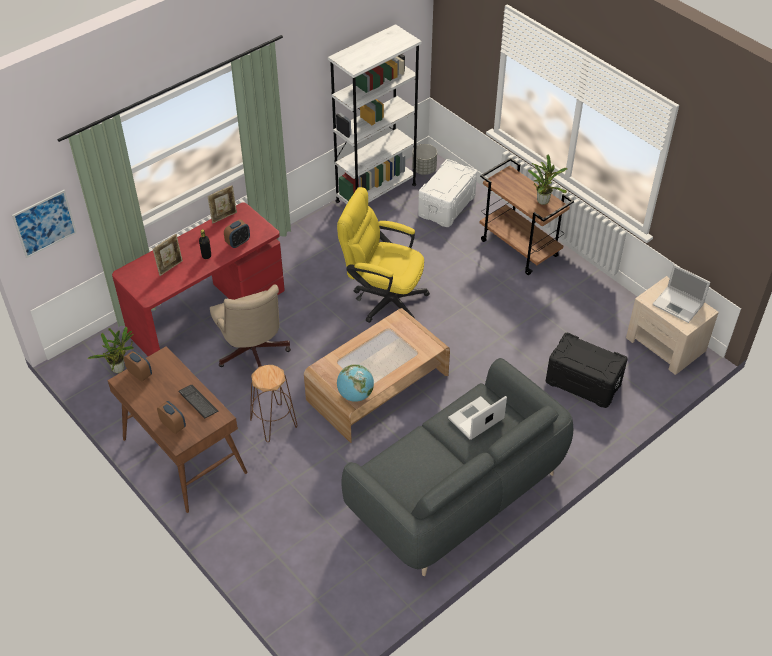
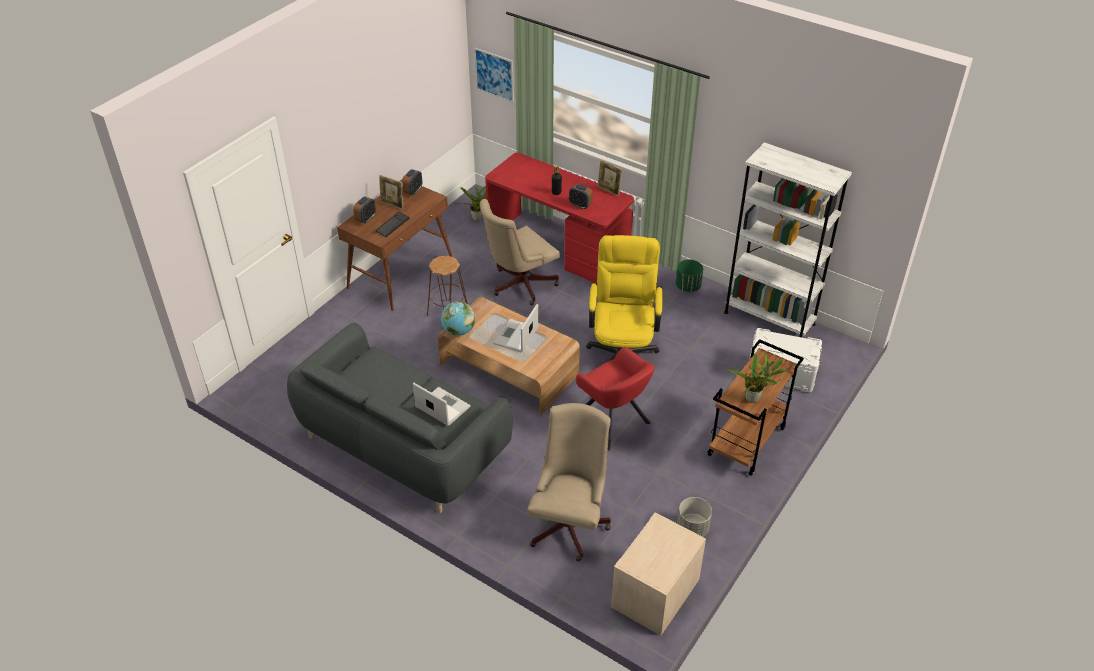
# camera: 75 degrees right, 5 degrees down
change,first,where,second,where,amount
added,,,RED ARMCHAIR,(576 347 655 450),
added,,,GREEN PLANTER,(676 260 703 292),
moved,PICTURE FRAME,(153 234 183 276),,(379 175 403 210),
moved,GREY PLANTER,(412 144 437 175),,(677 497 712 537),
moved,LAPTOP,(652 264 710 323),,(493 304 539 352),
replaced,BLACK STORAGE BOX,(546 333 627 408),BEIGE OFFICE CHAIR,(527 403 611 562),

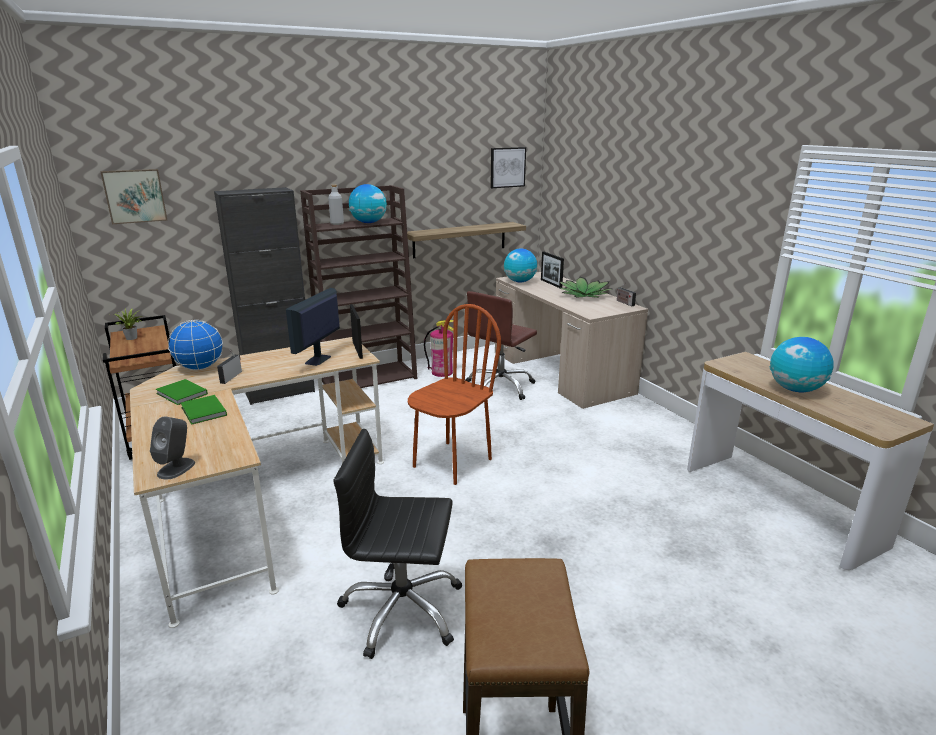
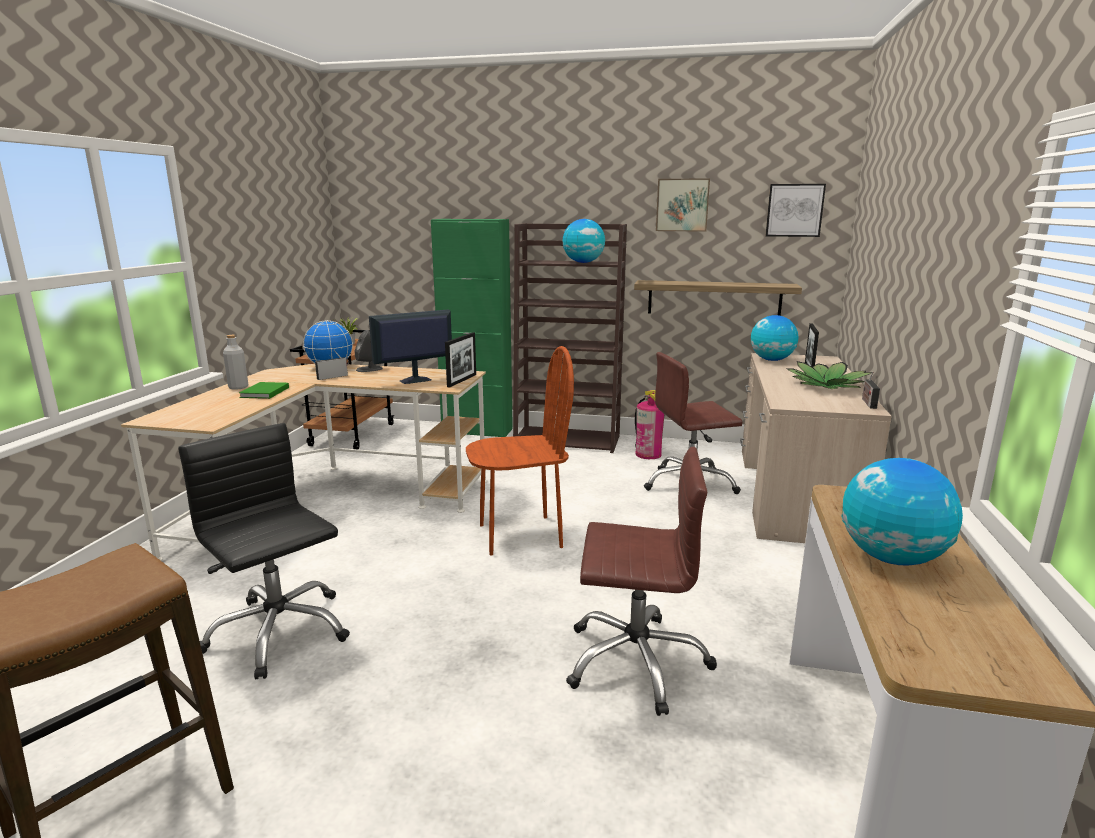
# camera: 40 degrees right, 5 degrees down
change,first,where,second,where,amount
removed,GREEN BOOK,(155 379 208 405),,,
added,,,BROWN OFFICE CHAIR,(566 447 717 716),
moved,PICTURE,(100 169 168 224),,(656 178 710 232),
moved,GREY SPEAKER,(150 417 195 479),,(355 330 383 372),
moved,GREY BOTTLE,(328 185 344 225),,(223 335 248 390),
recoloured,BLACK CABINET,(214 187 315 405),GREEN CABINET,(431 219 513 437),

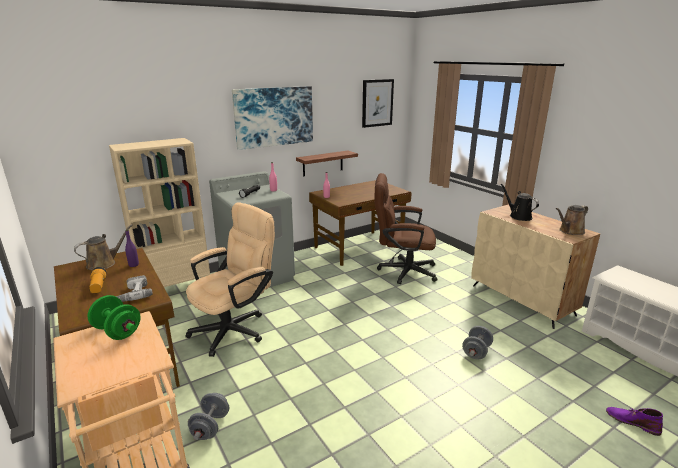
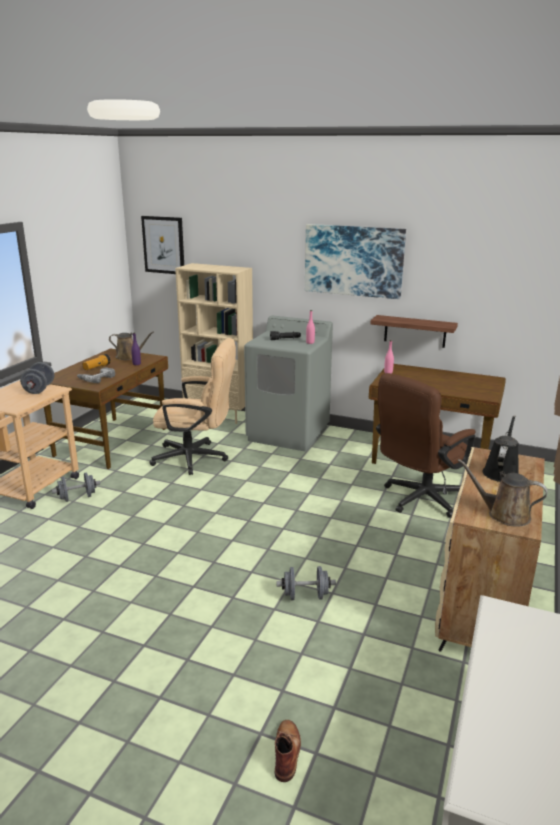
# camera: 55 degrees right, 0 degrees up
change,first,where,second,where,amount
moved,PICTURE,(362 79 394 128),,(141 216 184 274),
recoloured,GREEN DUMBBELL,(88 295 141 340),GREY DUMBBELL,(20 362 54 394),
recoloured,PURPLE BOOT,(606 407 663 436),BROWN BOOT,(275 720 301 782),
turned,BROWN OFFICE CHAIR,(375 173 438 284),,(376 373 475 518),105 degrees counterclockwise

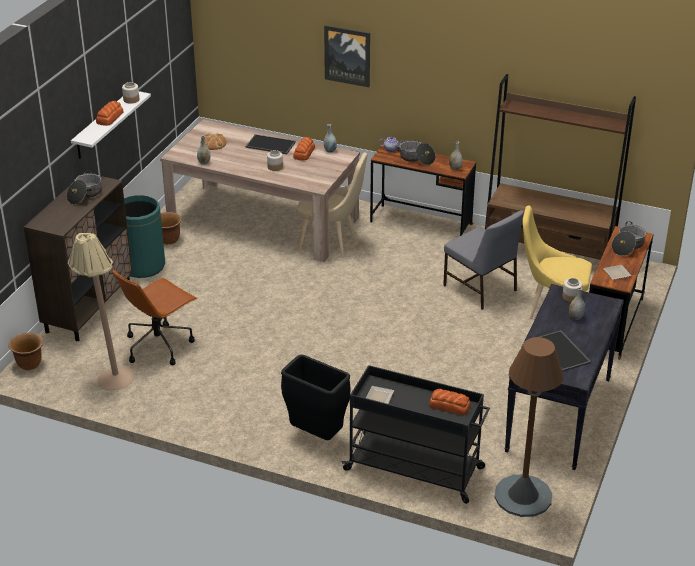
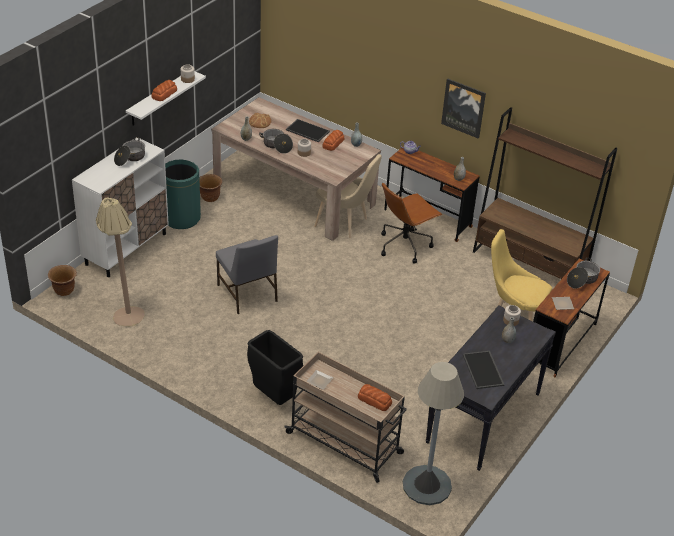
# camera: 10 degrees right, 5 degrees up
change,first,where,second,where,amount
moved,BROWN OFFICE CHAIR,(112 270 197 365),,(381 182 442 264),
moved,PICTURE,(324 25 370 87),,(441 78 486 139),
moved,COOKING POT,(395 140 436 165),,(259 129 293 154),
moved,GREY CHAIR,(443 210 524 310),,(216 235 278 314),
recoloured,BROWN CABINET,(24 172 133 341),WHITE CABINET,(72 138 169 277),
recoloured,BLACK CART,(341 365 490 504),BEIGE CART,(285 352 407 483),
recoloured,BROWN FLOOR LAMP,(494 337 564 517),GREY FLOOR LAMP,(403 362 464 505),

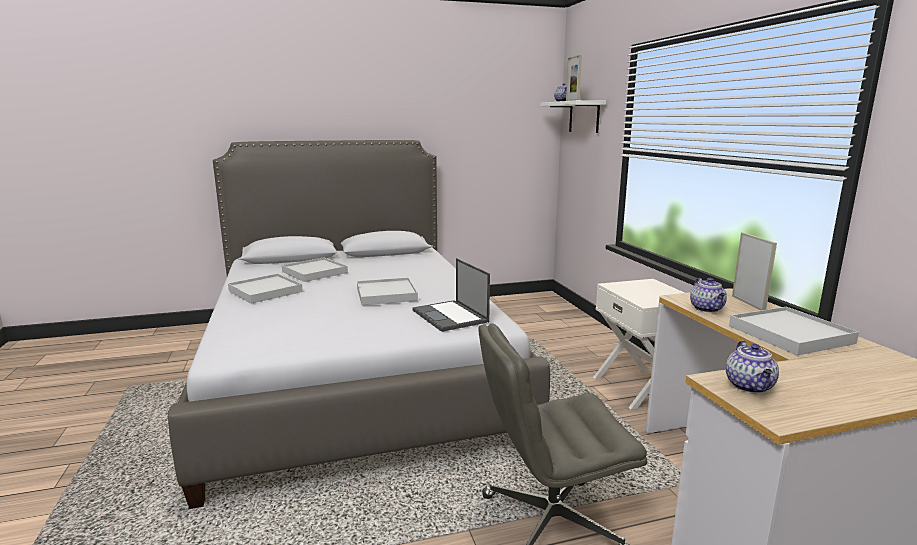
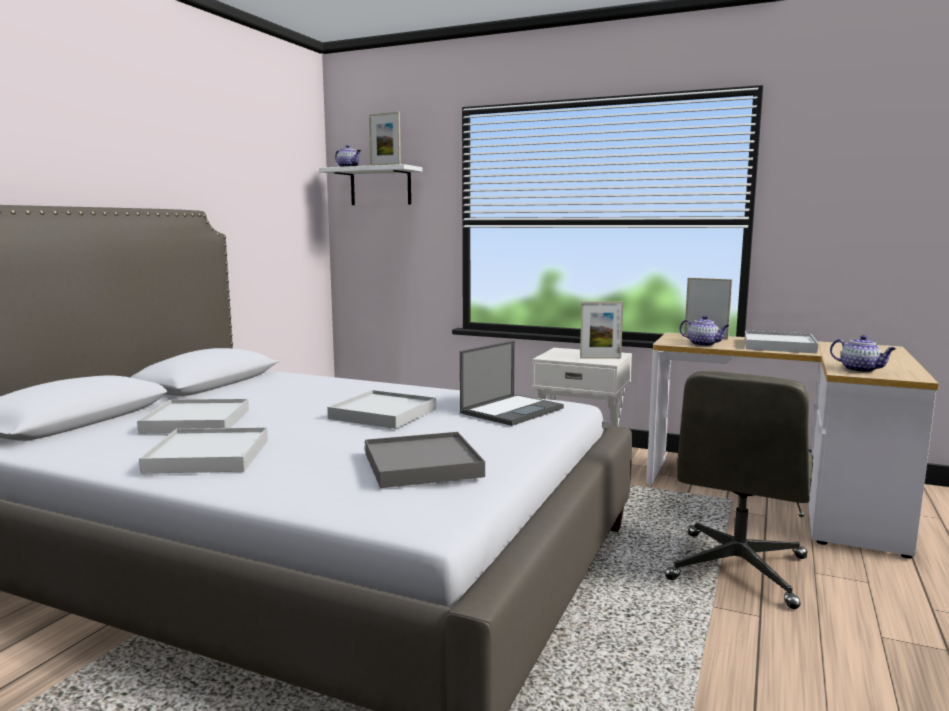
# camera: 50 degrees left, 5 degrees down
change,first,where,second,where,amount
added,,,GREY TRAY,(365 432 485 488),
added,,,PICTURE FRAME,(580 301 623 359),
turned,LAPTOP,(413 258 490 332),,(460 341 564 426),60 degrees counterclockwise

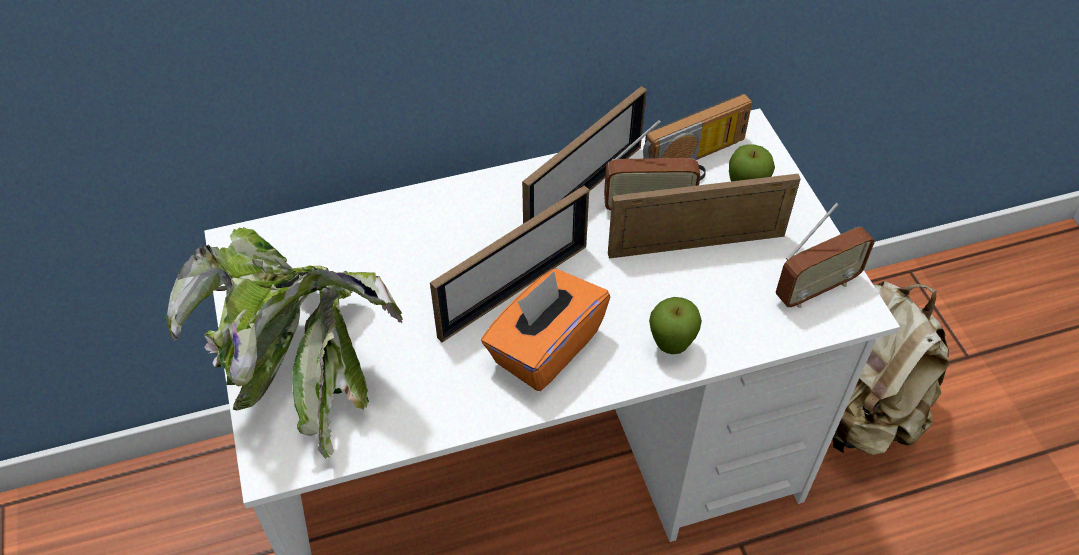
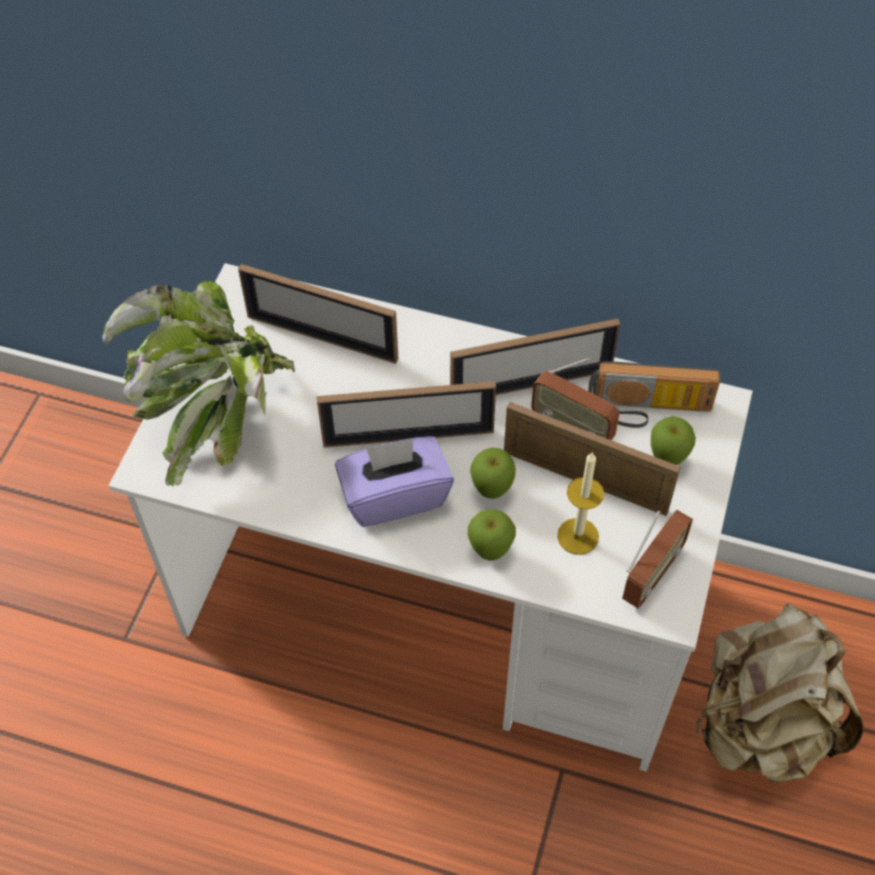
# camera: 35 degrees right, 5 degrees up
change,first,where,second,where,amount
added,,,PICTURE FRAME,(238 264 398 364),
added,,,APPLE,(470 448 516 499),
added,,,CANDLE,(557 452 604 555),
recoloured,ORANGE TISSUE BOX,(481 268 610 391),PURPLE TISSUE BOX,(335 436 454 527),
turned,RADIO,(776 203 875 308),,(622 510 693 609),60 degrees counterclockwise

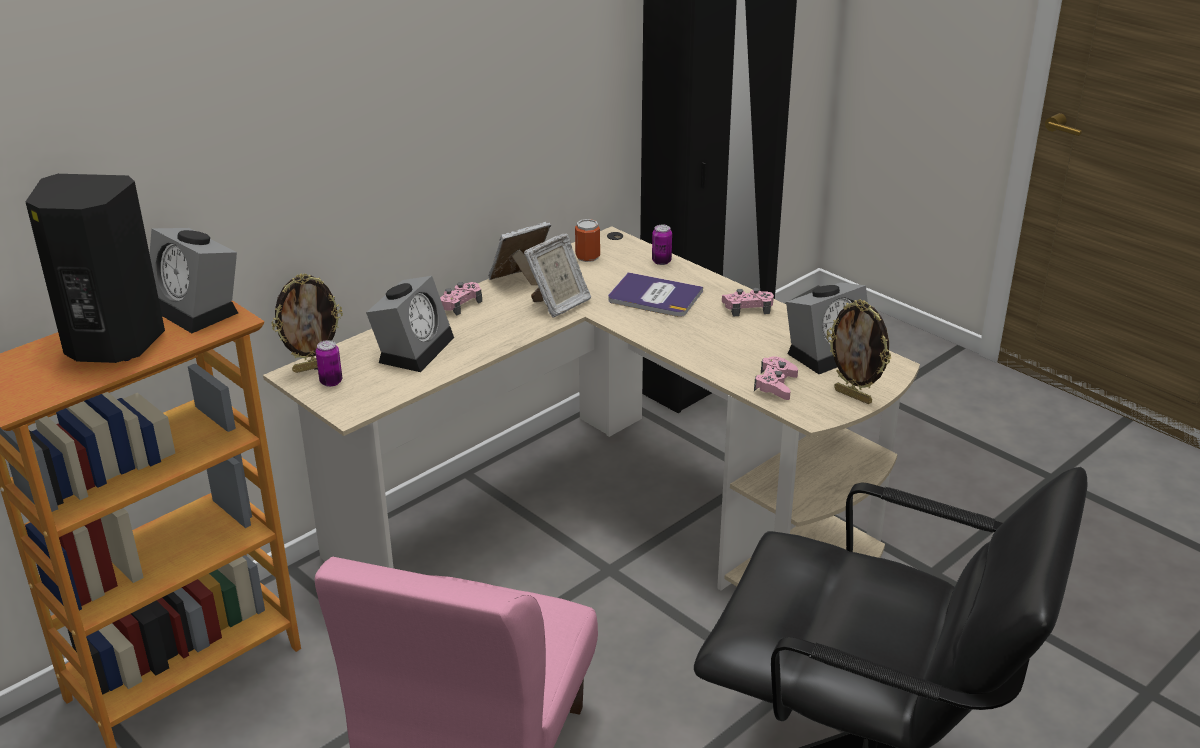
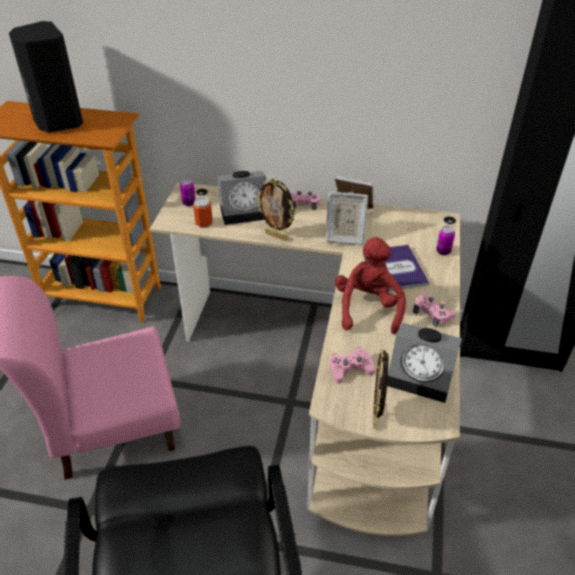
# camera: 55 degrees right, 10 degrees up
change,first,where,second,where,amount
removed,ALARM CLOCK,(150 228 238 333),,,
added,,,RED PLUSH TOY,(335 237 406 334),
moved,PICTURE FRAME,(271 273 343 373),,(256 178 296 241),
moved,CAN,(575 219 600 262),,(193 197 213 228),

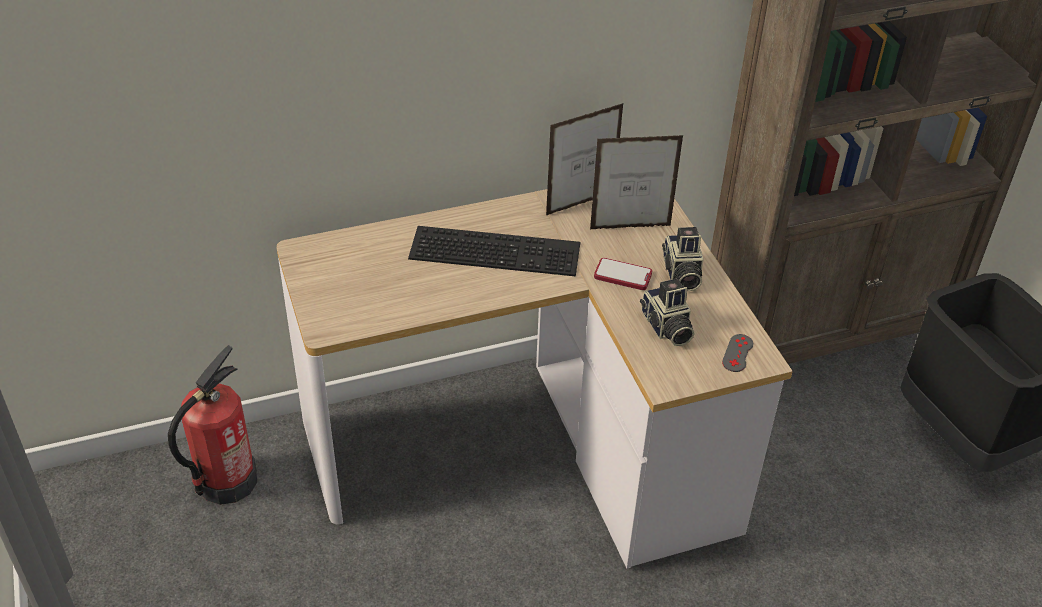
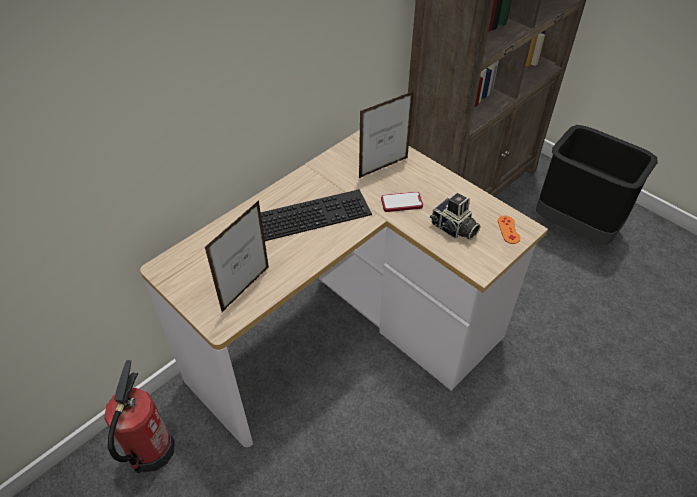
# camera: 25 degrees left, 5 degrees up
change,first,where,second,where,amount
removed,PHOTO CAMERA,(662 227 703 291),,,
moved,PICTURE FRAME,(546 103 624 216),,(205 200 269 312),
recoloured,GREY GAME CONTROLLER,(722 334 753 372),ORANGE GAME CONTROLLER,(498 215 521 244),

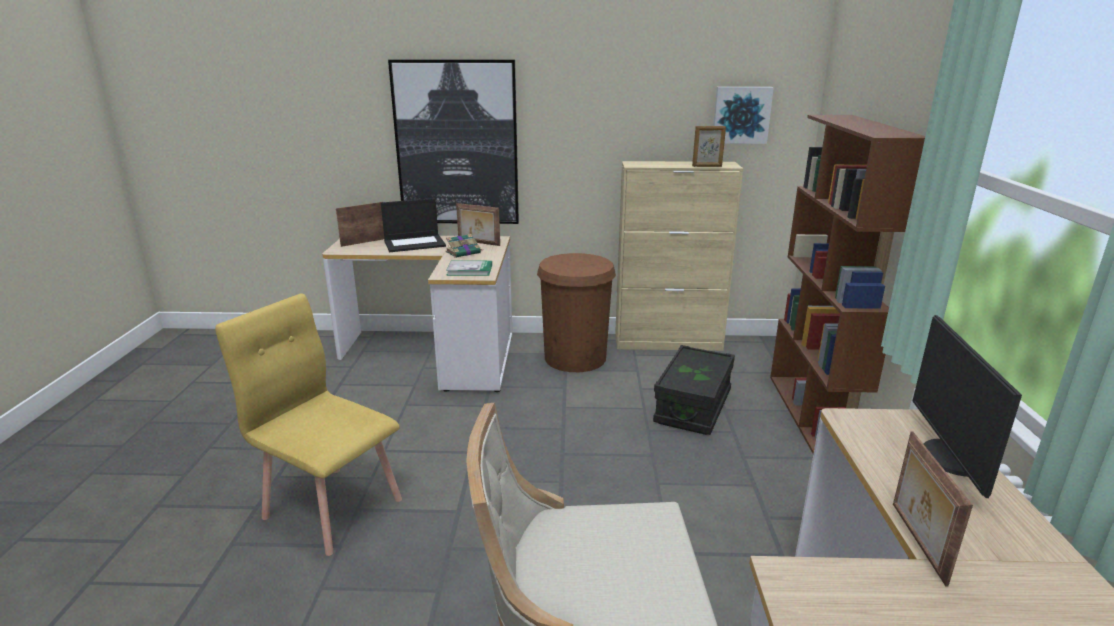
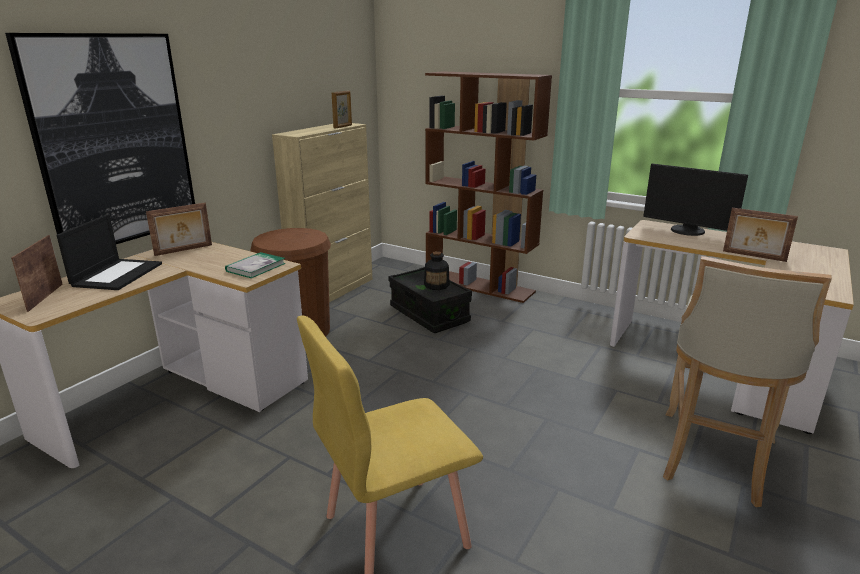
# camera: 60 degrees left, 0 degrees up
change,first,where,second,where,amount
removed,BOOK,(446 234 482 258),,,
removed,PICTURE,(713 87 774 144),,,
added,,,BOTTLE,(424 251 450 290),

